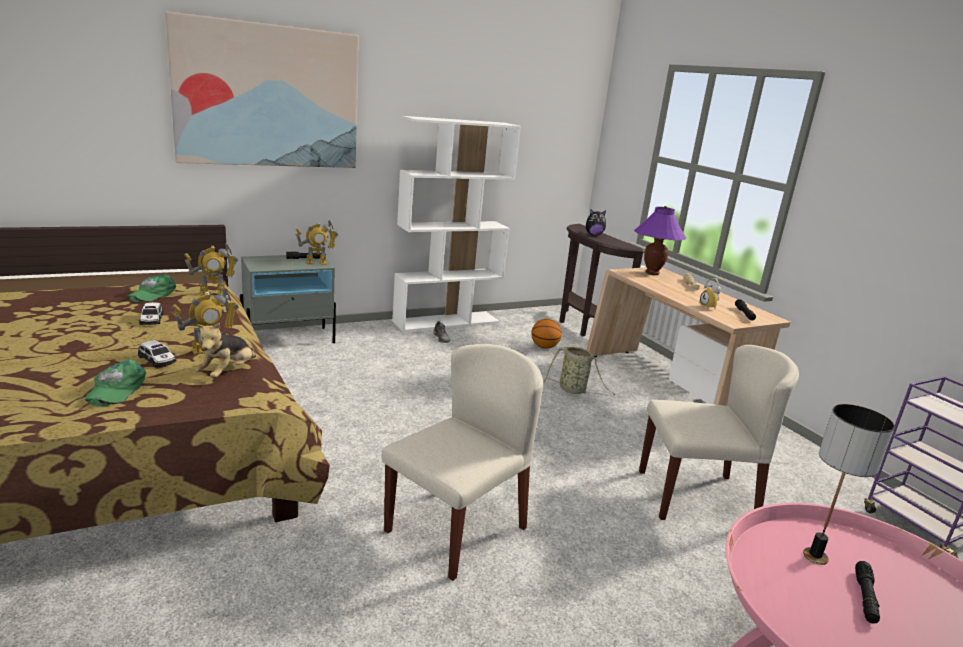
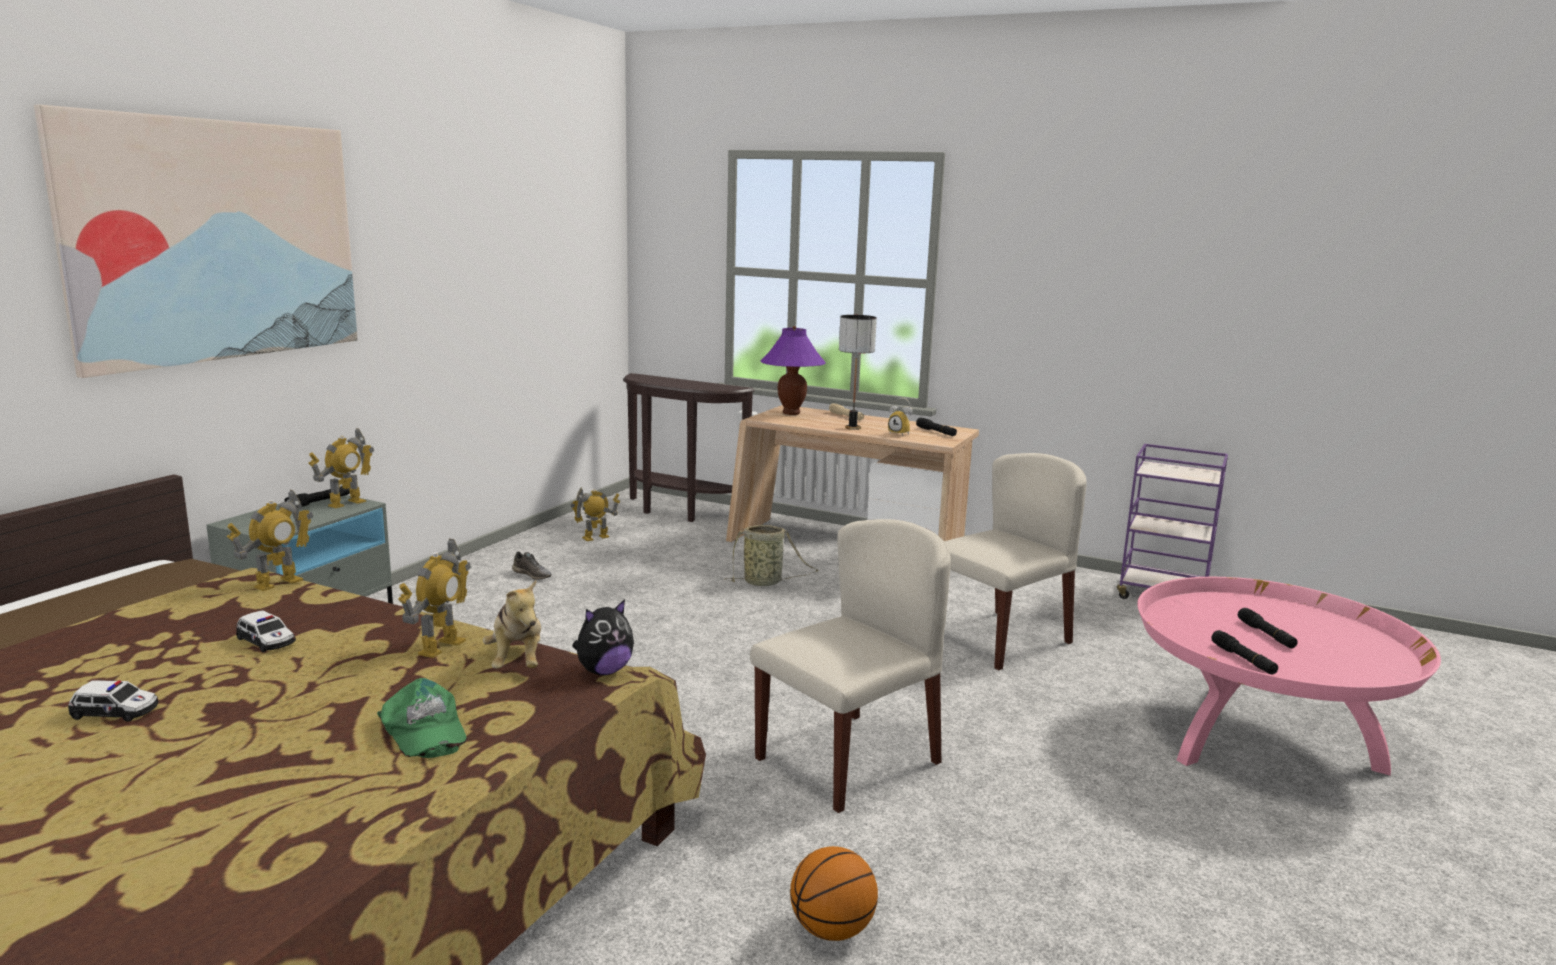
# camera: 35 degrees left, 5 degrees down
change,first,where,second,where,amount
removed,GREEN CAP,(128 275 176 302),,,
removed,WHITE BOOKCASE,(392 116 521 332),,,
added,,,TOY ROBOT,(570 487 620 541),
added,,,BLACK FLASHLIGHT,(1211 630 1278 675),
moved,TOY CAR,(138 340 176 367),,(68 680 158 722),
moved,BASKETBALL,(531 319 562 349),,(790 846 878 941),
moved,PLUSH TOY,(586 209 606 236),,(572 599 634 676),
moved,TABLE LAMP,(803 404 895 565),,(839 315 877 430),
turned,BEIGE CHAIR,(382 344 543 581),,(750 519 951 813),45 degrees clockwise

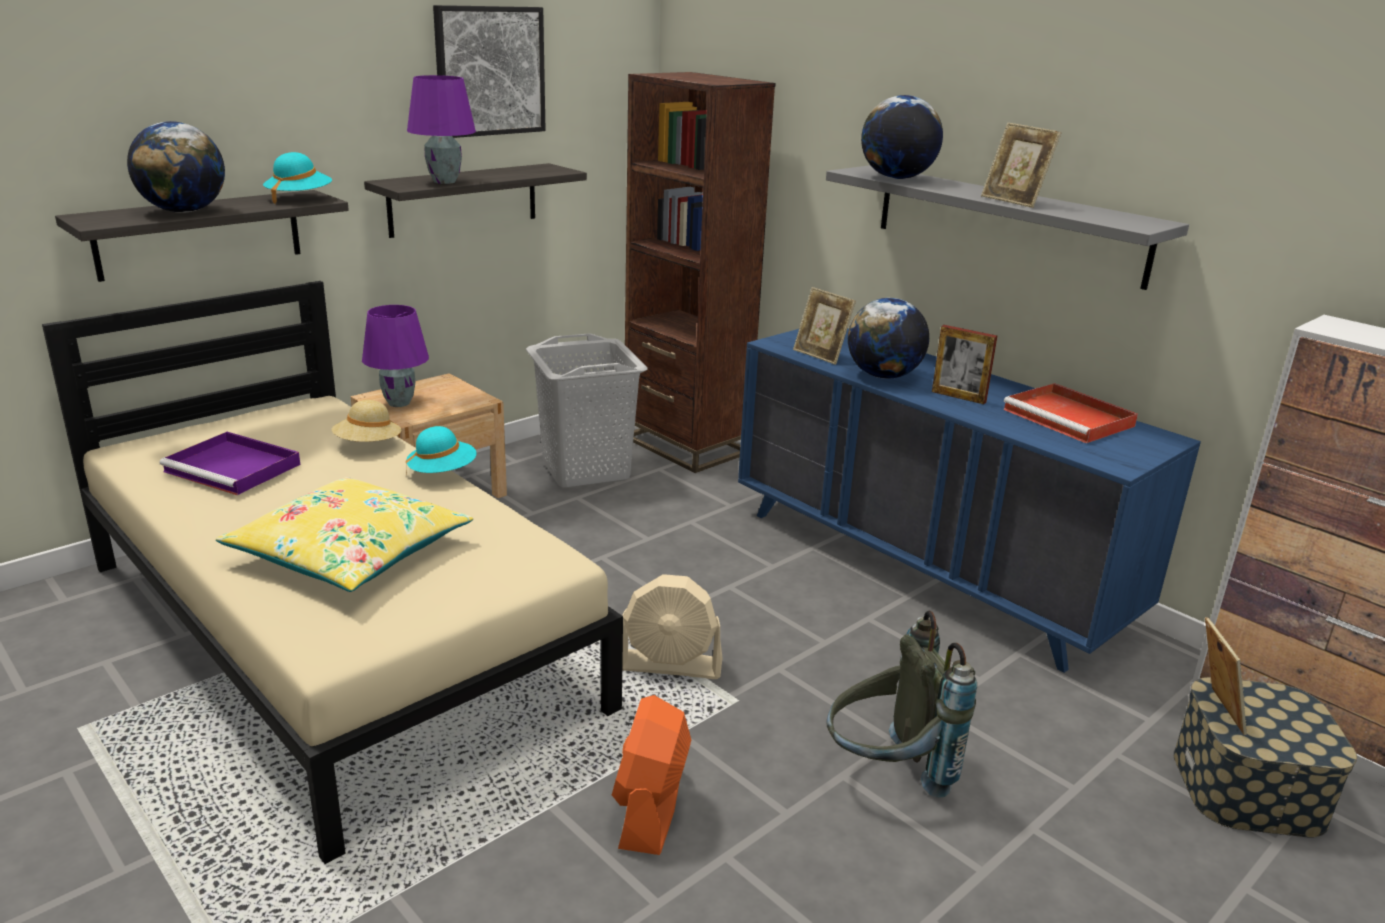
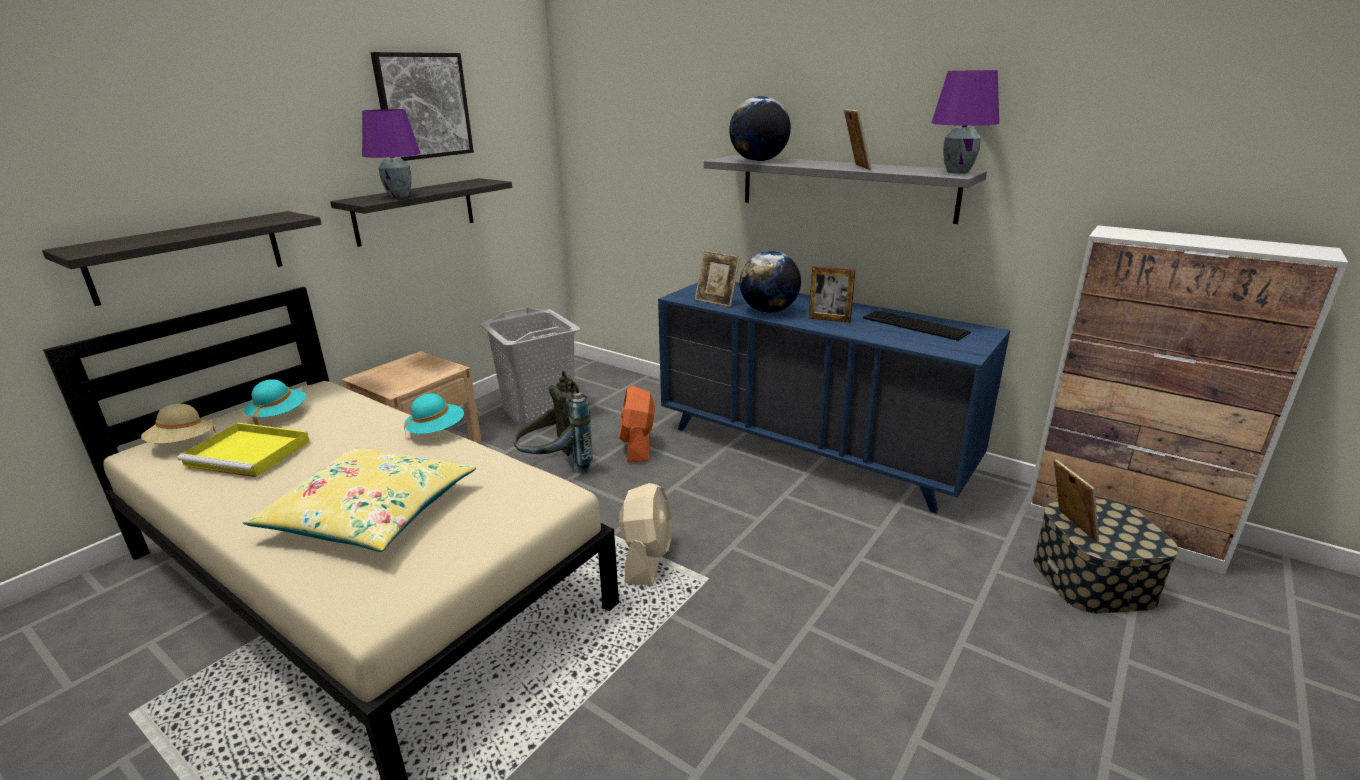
# camera: 10 degrees left, 0 degrees up
change,first,where,second,where,amount
removed,GLOBE,(127 121 225 213),,,
removed,BROWN BOOKCASE,(625 72 776 473),,,
moved,TURQUOISE HAT,(263 152 332 204),,(244 379 306 425),
moved,BEIGE HAT,(332 400 401 442),,(141 404 216 444),
moved,PURPLE TABLE LAMP,(362 305 429 407),,(931 70 999 174),
moved,ORANGE FAN,(612 695 691 855),,(619 386 655 462),
moved,GREY BACKPACK,(827 611 977 798),,(513 370 593 474),
replaced,RED TRAY,(1003 383 1138 443),KEYBOARD,(863 310 971 341),
recoloured,PURPLE TRAY,(159 432 300 495),YELLOW TRAY,(177 423 310 477),
turned,BEIGE FAN,(622 574 723 679),,(619 483 671 586),75 degrees counterclockwise
turned,PICTURE FRAME,(981 123 1062 208),,(844 109 872 170),135 degrees counterclockwise

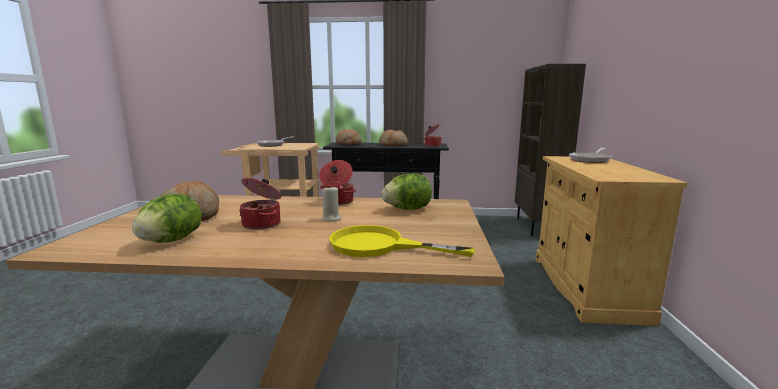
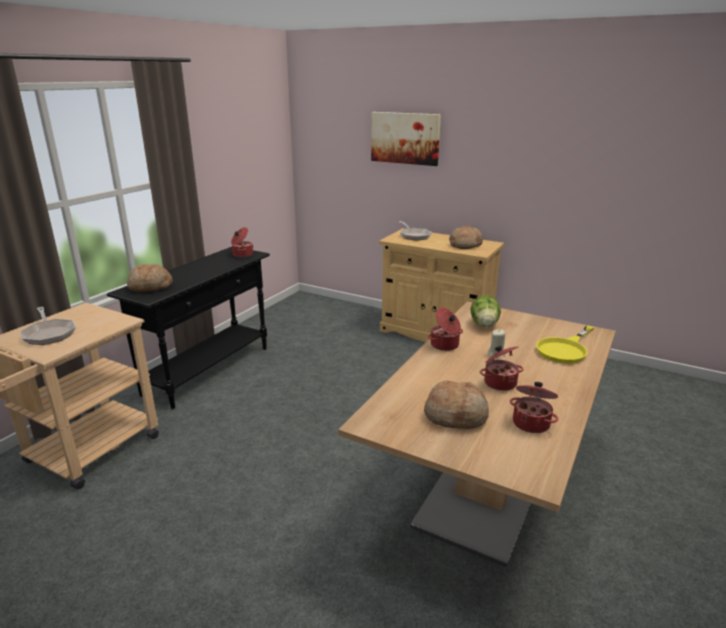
# camera: 65 degrees left, 10 degrees up
change,first,where,second,where,amount
removed,BROWN BOOKCASE,(515 64 586 236),,,
added,,,PICTURE,(371 112 441 166),
moved,BREAD,(379 130 408 146),,(449 226 483 249),
replaced,LETTUCE,(132 194 201 243),COOKING POT,(510 382 558 433),

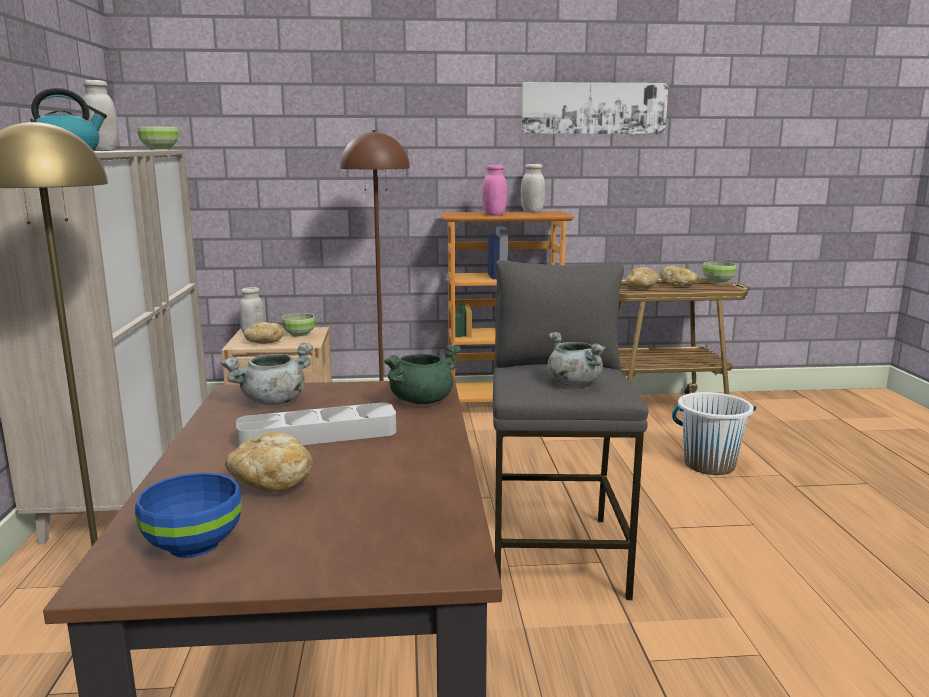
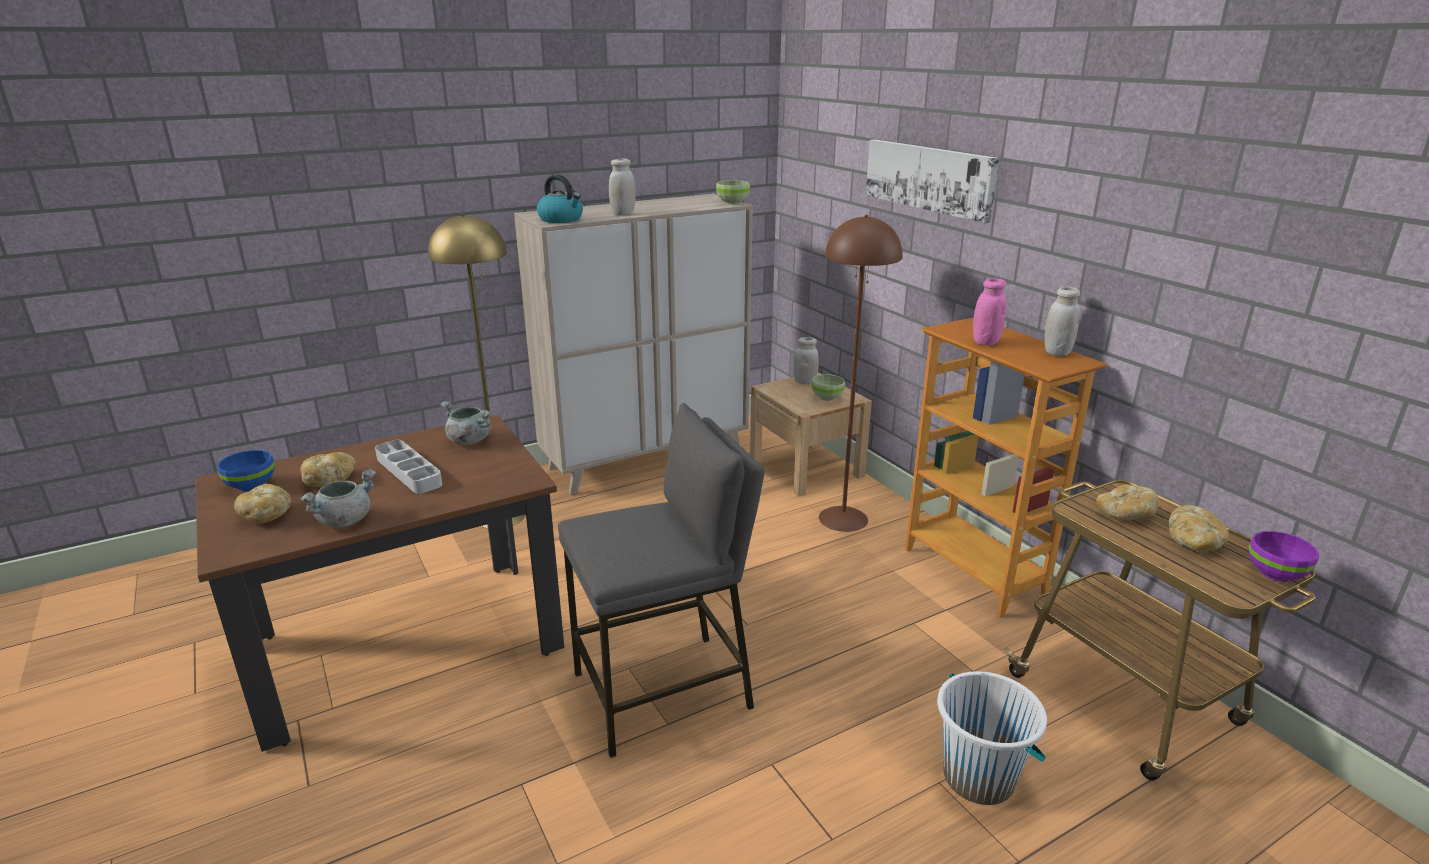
# camera: 65 degrees right, 10 degrees up
change,first,where,second,where,amount
removed,GREEN COOKING POT,(384 344 461 404),,,
moved,BREAD,(244 322 283 344),,(234 484 291 524),
moved,PICTURE,(521 82 669 134),,(866 139 999 223),
moved,GREY COOKING POT,(547 332 606 385),,(300 469 376 527),
recoloured,GREEN BOWL,(702 261 736 284),PURPLE BOWL,(1248 531 1319 582),

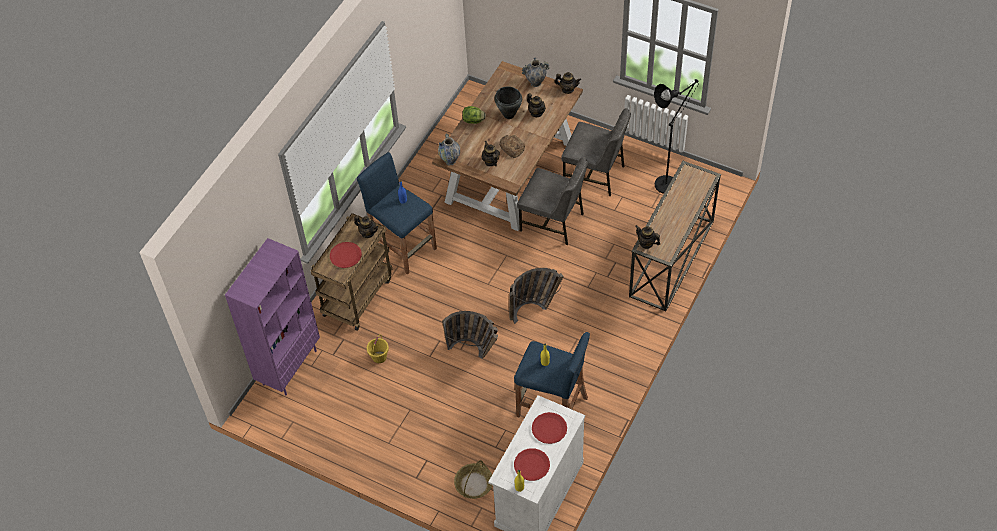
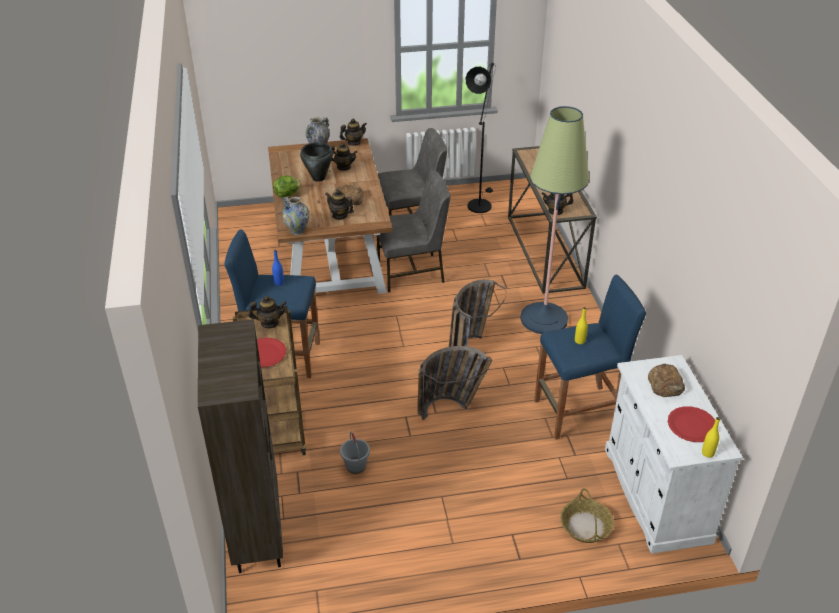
# camera: 40 degrees left, 15 degrees down
change,first,where,second,where,amount
added,,,FLOOR LAMP,(520 106 589 334),
replaced,RED PLATE,(532 412 567 444),BREAD,(648 364 685 397),
recoloured,PURPLE BOOKCASE,(225 238 320 395),BROWN BOOKCASE,(198 319 283 573),
recoloured,YELLOW BUCKET,(367 334 389 363),GREY BUCKET,(340 432 370 474),

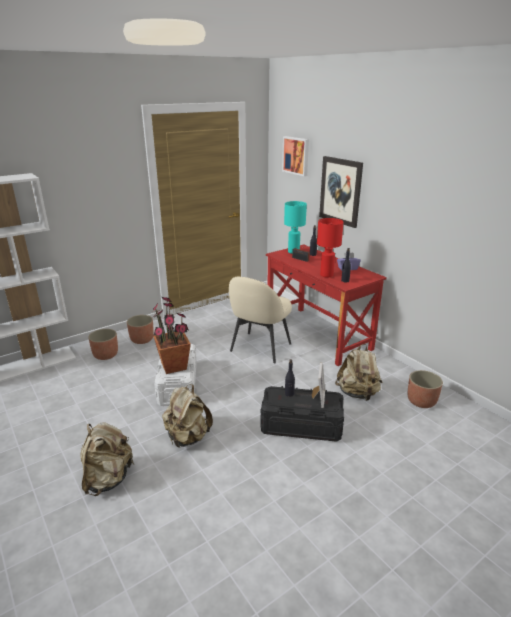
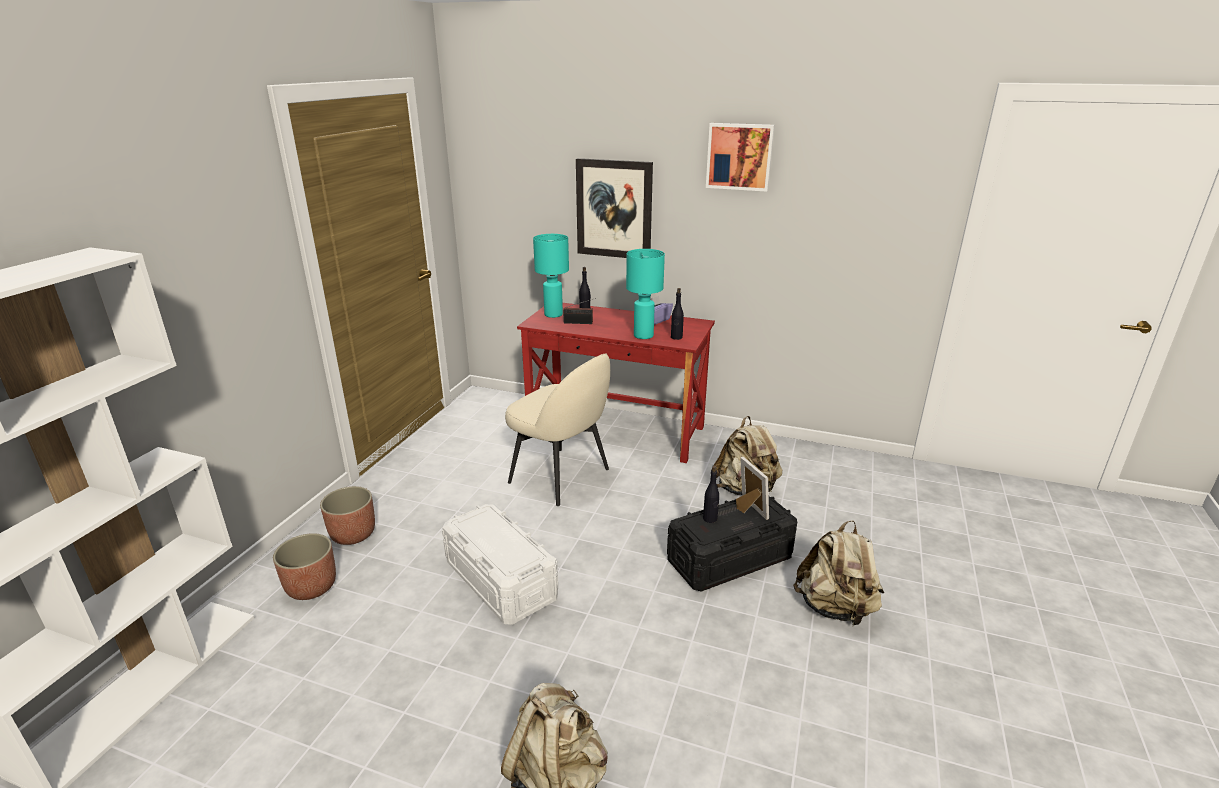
# camera: 35 degrees left, 0 degrees up
change,first,where,second,where,amount
removed,POTTED PLANT,(153 297 191 374),,,
removed,PLANTER,(408 370 443 408),,,
moved,BEIGE BACKPACK,(162 384 213 448),,(793 520 884 627),
moved,PICTURE,(282 136 309 176),,(706 123 775 192),
recoloured,RED TABLE LAMP,(317 218 343 277),TURQUOISE TABLE LAMP,(626 249 665 339),
turned,BEIGE CHAIR,(229 277 292 363),,(505 353 610 506),45 degrees counterclockwise

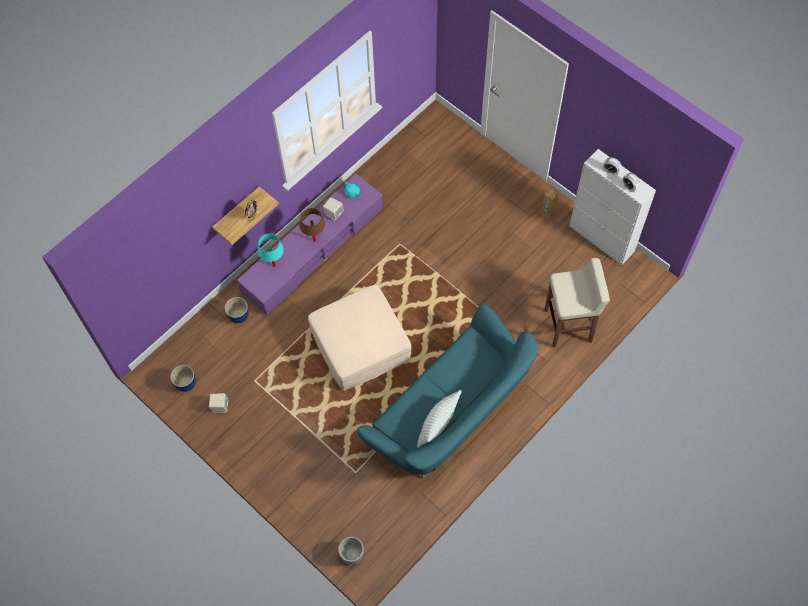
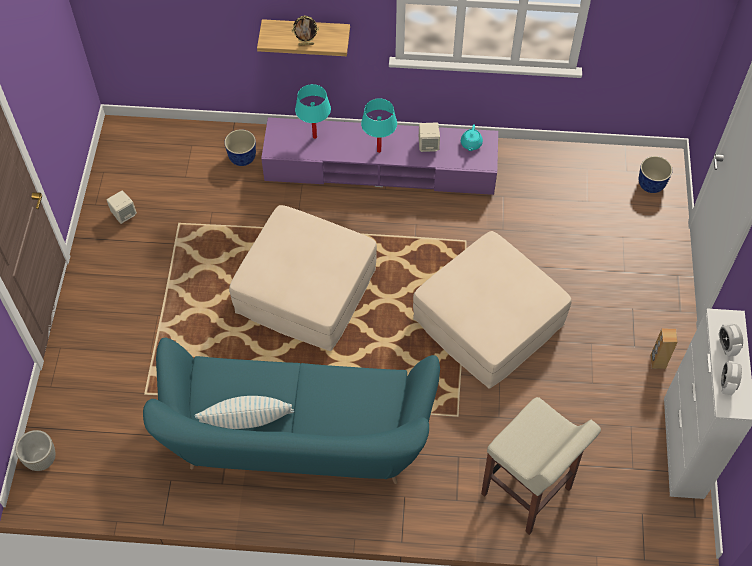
# camera: 50 degrees right, 5 degrees down
change,first,where,second,where,amount
added,,,BEIGE OTTOMAN,(413 231 572 388),
moved,PLANTER,(170 365 196 392),,(639 156 673 193),
recoloured,BROWN TABLE LAMP,(299 208 325 242),TURQUOISE TABLE LAMP,(361 98 397 153),

